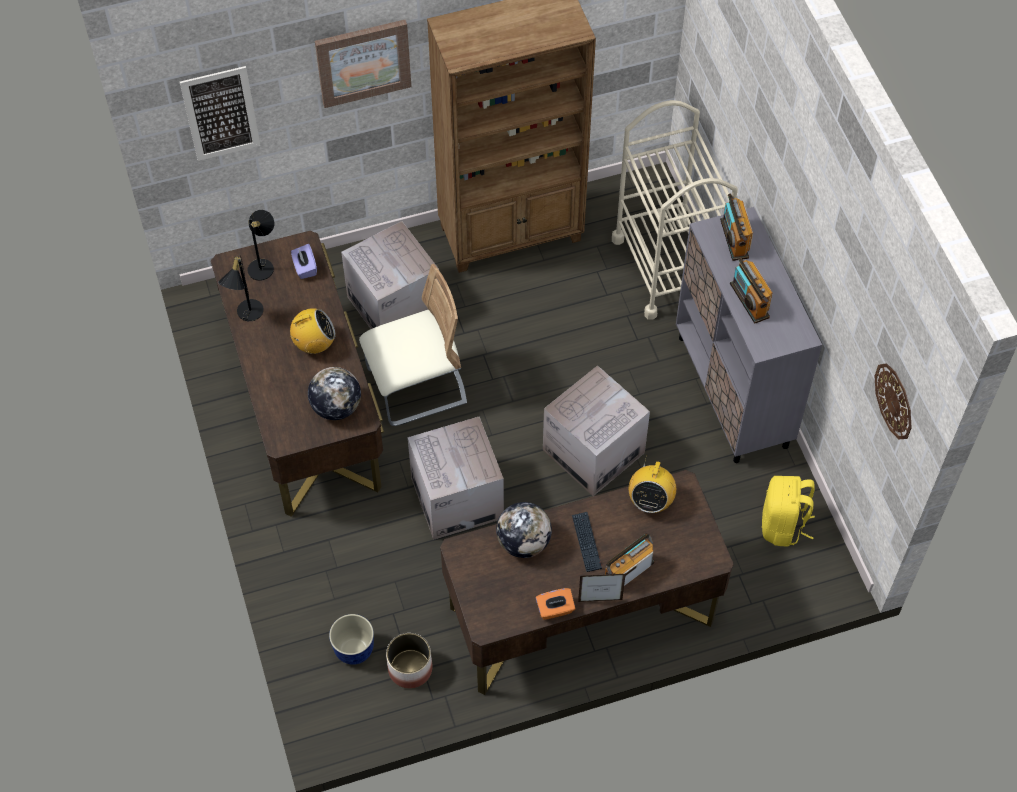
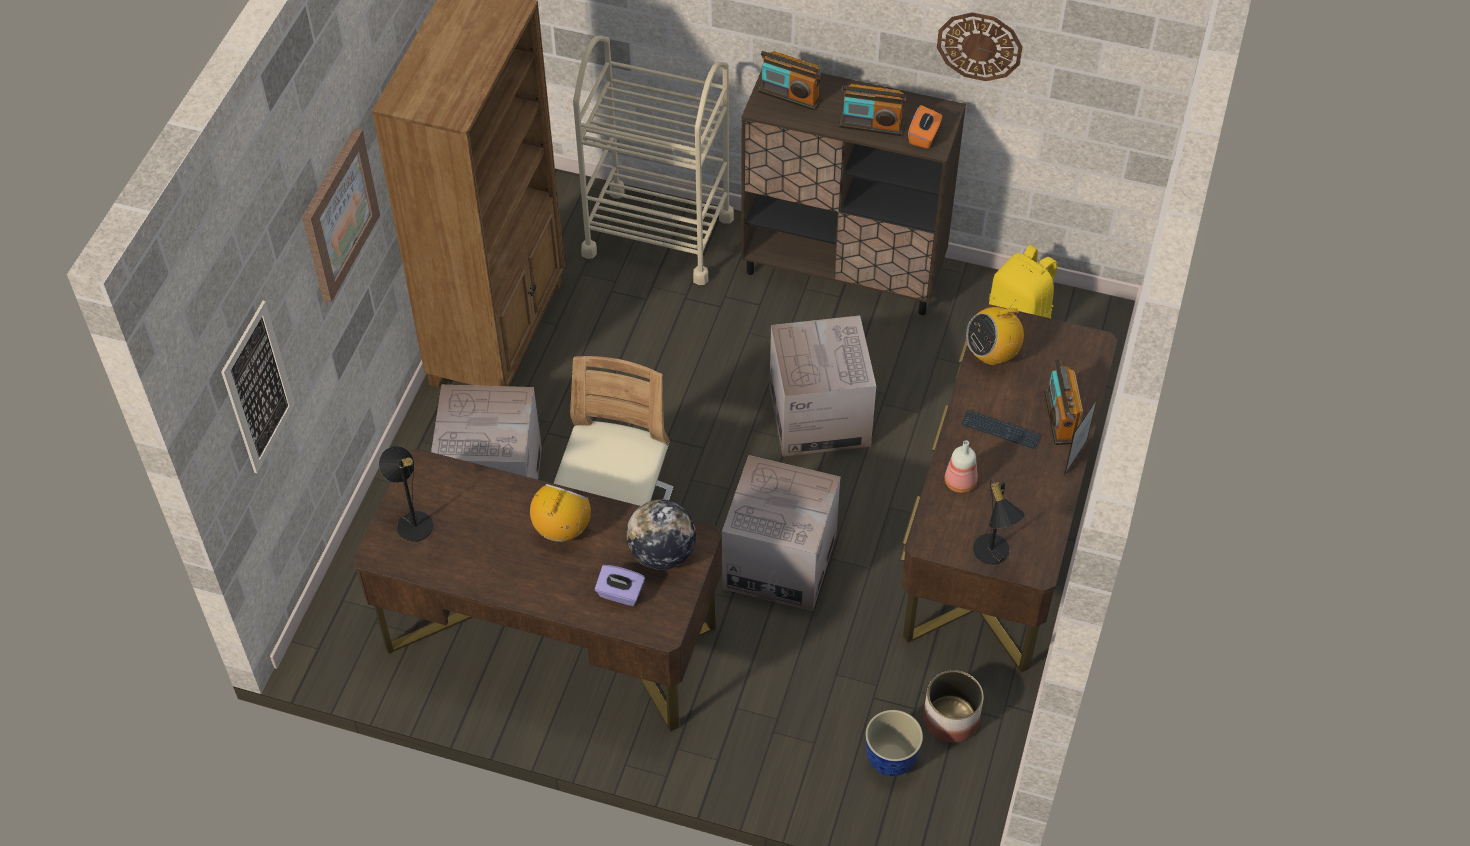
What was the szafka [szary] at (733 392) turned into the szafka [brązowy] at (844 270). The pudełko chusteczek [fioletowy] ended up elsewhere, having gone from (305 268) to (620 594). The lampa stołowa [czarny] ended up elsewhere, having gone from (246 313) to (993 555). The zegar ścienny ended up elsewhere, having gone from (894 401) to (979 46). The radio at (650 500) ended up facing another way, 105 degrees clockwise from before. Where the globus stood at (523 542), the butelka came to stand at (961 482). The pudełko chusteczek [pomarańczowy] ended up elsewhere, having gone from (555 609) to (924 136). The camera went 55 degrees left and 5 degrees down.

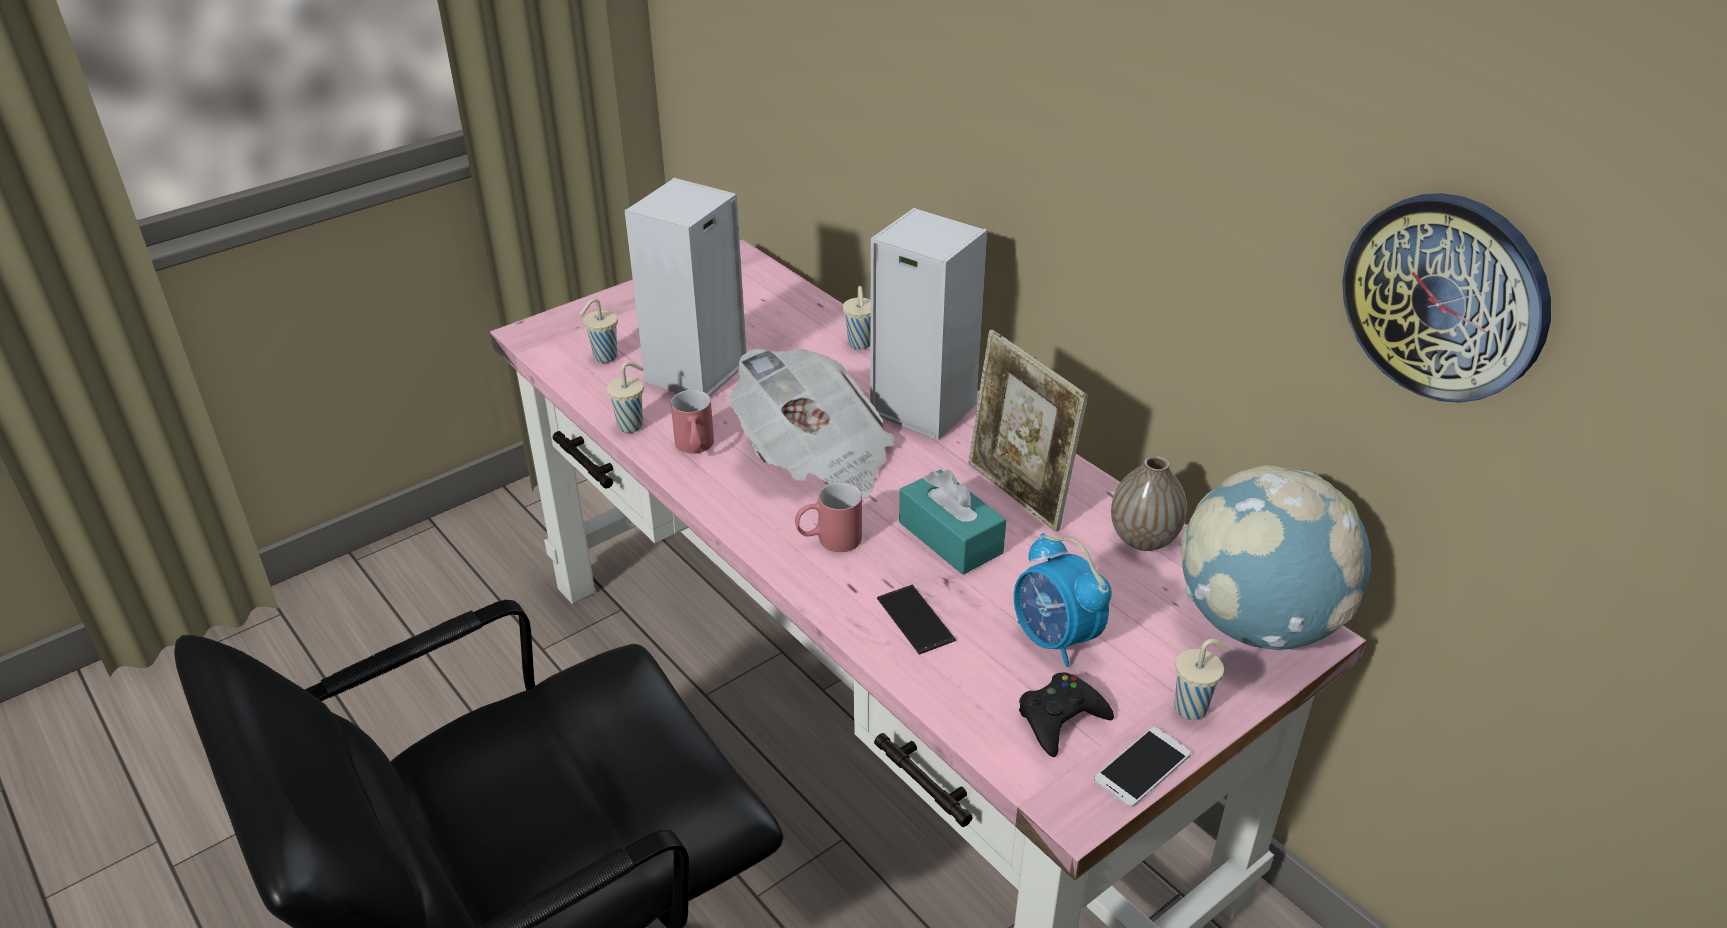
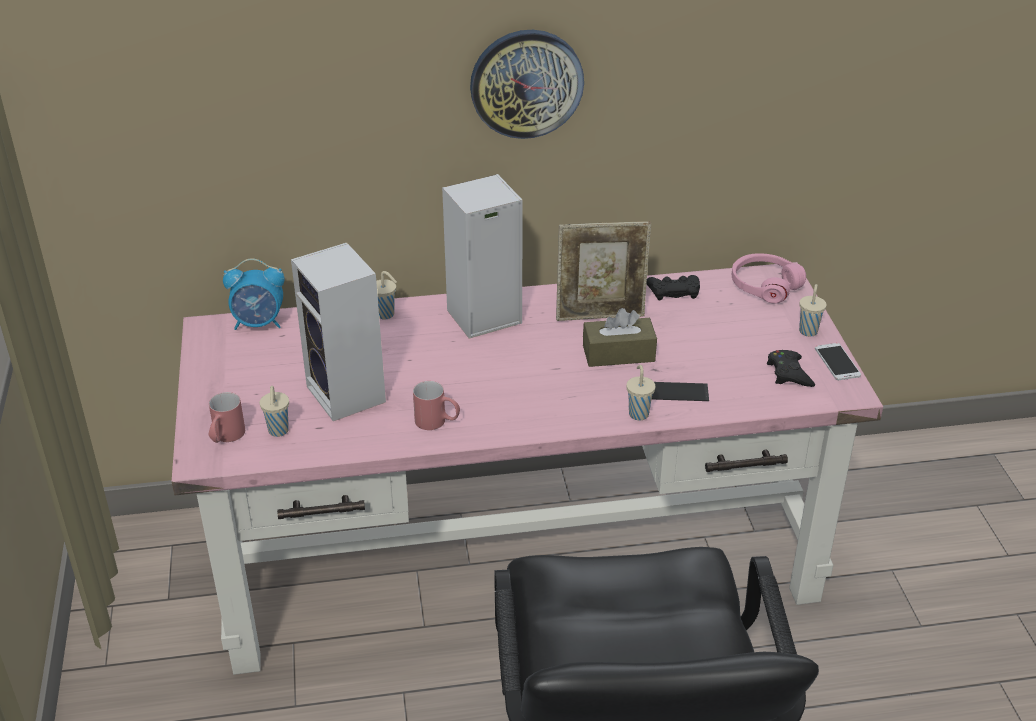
The zegar ścienny ended up elsewhere, having gone from (1445 297) to (526 83). The second view lost the gazeta at (815 458). The filiżanka [beżowy] ended up elsewhere, having gone from (631 425) to (638 413). Where the wazon stood at (1143 539), the pad do gier [czarny] came to stand at (673 291). Where the globus stood at (1258 624), the słuchawki [różowy] came to stand at (764 286). What was the pudełko chusteczek [turkusowy] at (950 537) turned into the pudełko chusteczek [brązowy] at (618 353). The kubek [czerwony] ended up elsewhere, having gone from (829 540) to (226 437). The budzik ended up elsewhere, having gone from (1055 639) to (259 323). The camera went 60 degrees left and 0 degrees up.

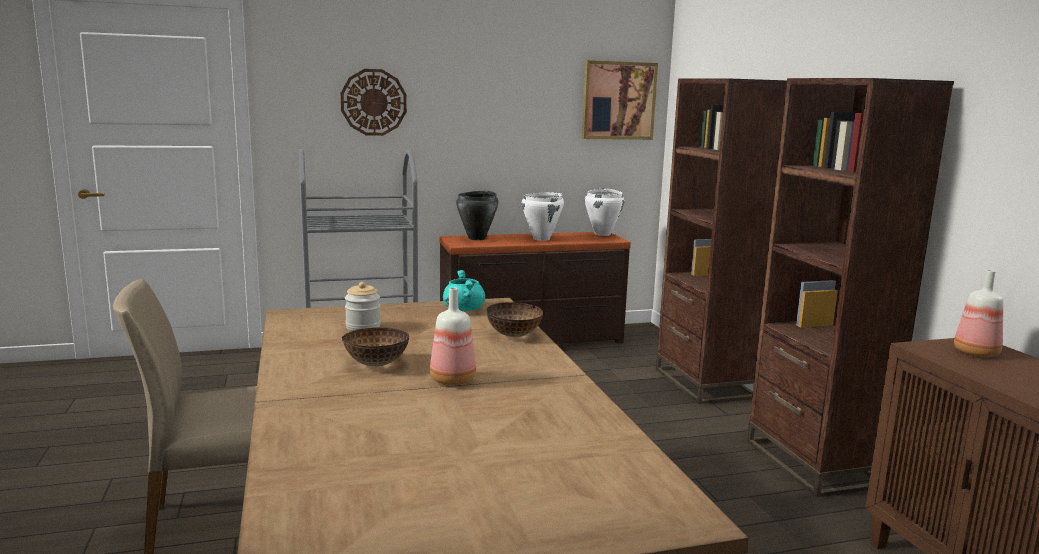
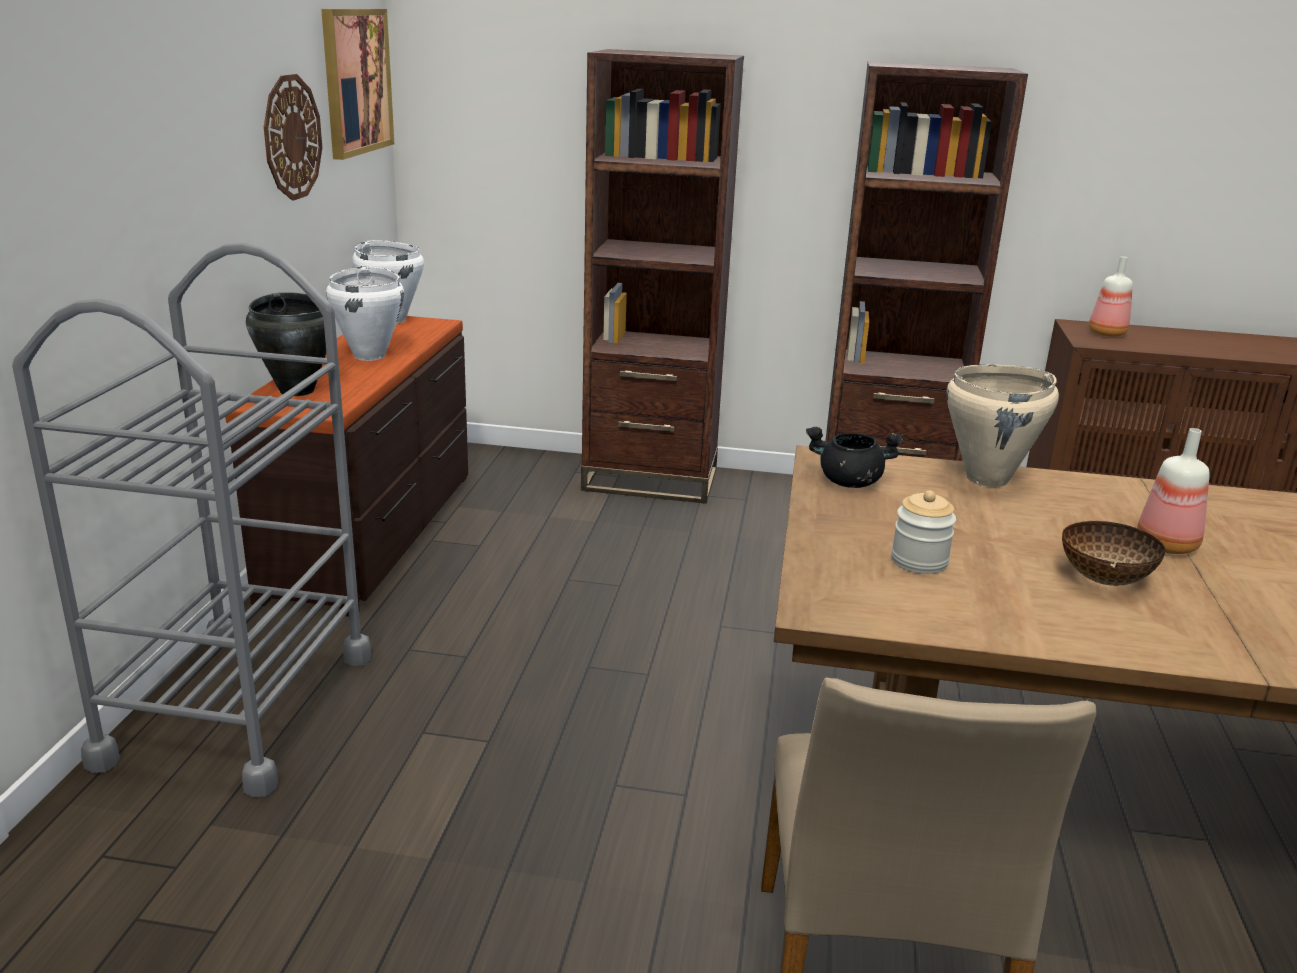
The zegar ścienny ended up elsewhere, having gone from (373 102) to (291 137). What was the garnek [turkusowy] at (463 309) turned into the garnek [czarny] at (848 482). Where the miska stood at (514 336), the garnek [beżowy] came to stand at (988 479). The camera went 65 degrees left and 10 degrees up.

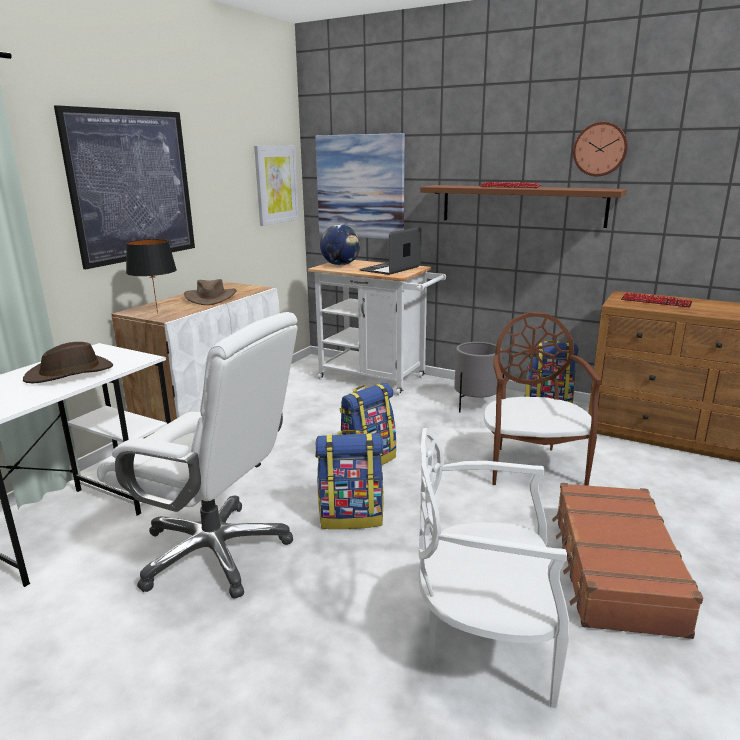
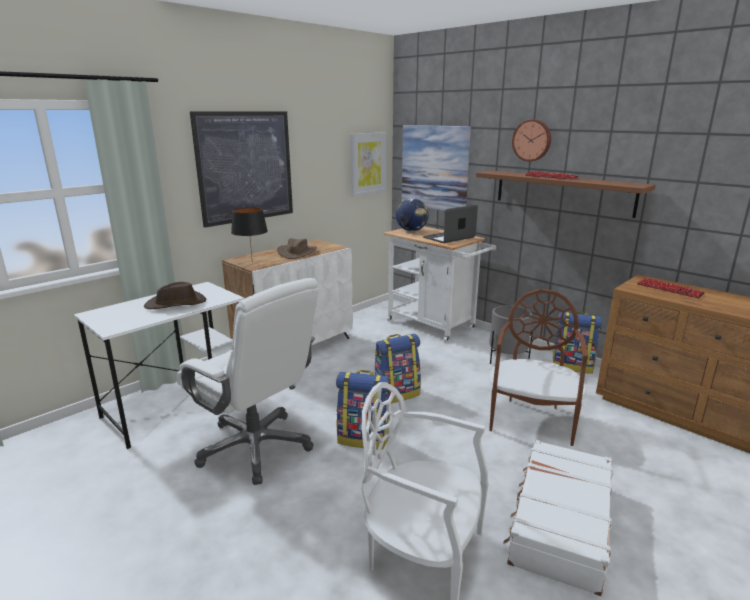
The zegar ścienny ended up elsewhere, having gone from (600 149) to (532 140). What was the walizka [brązowy] at (613 570) turned into the walizka [biały] at (559 522). The camera went 15 degrees right and 0 degrees up.

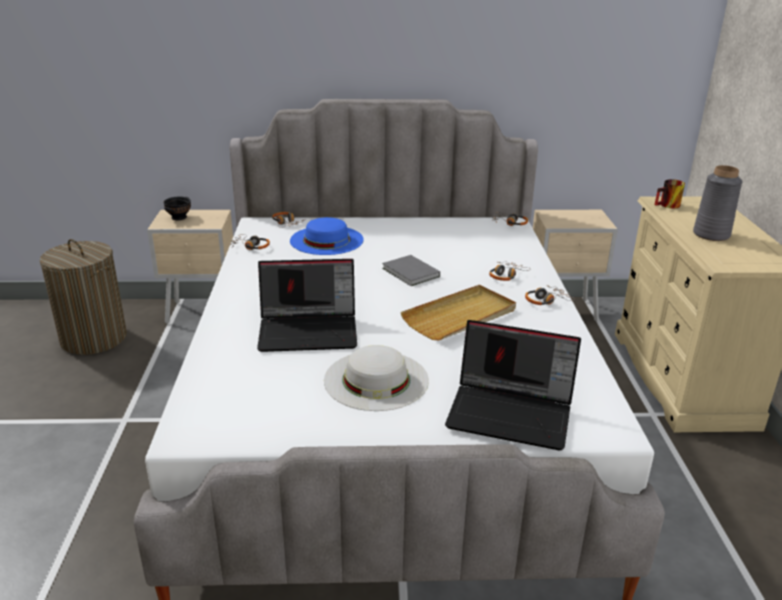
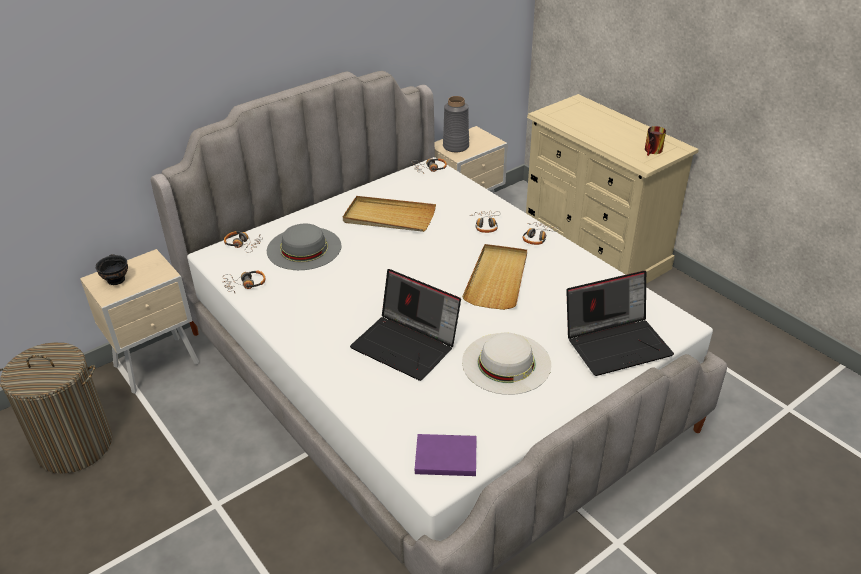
The wazon [szary] ended up elsewhere, having gone from (711 234) to (455 146). The kubek ended up elsewhere, having gone from (668 206) to (654 151). What was the kapelusz [niebieski] at (326 240) turned into the kapelusz [szary] at (304 248). The second view lost the książka [szary] at (411 273). The laptop at (309 330) ended up facing another way, 75 degrees clockwise from before. The second view gained the taca [beżowy] at (389 217). The second view gained the książka [fioletowy] at (444 456). The camera went 35 degrees left and 10 degrees up.

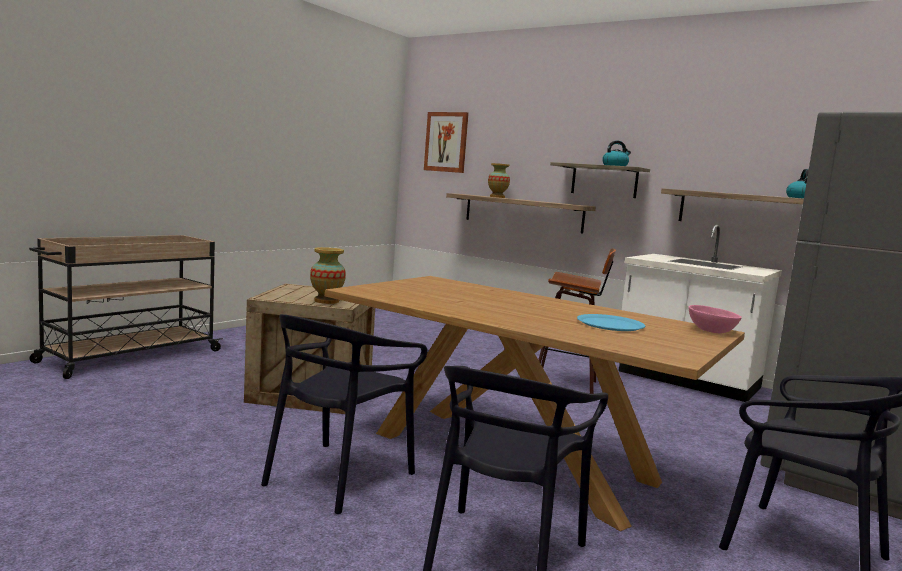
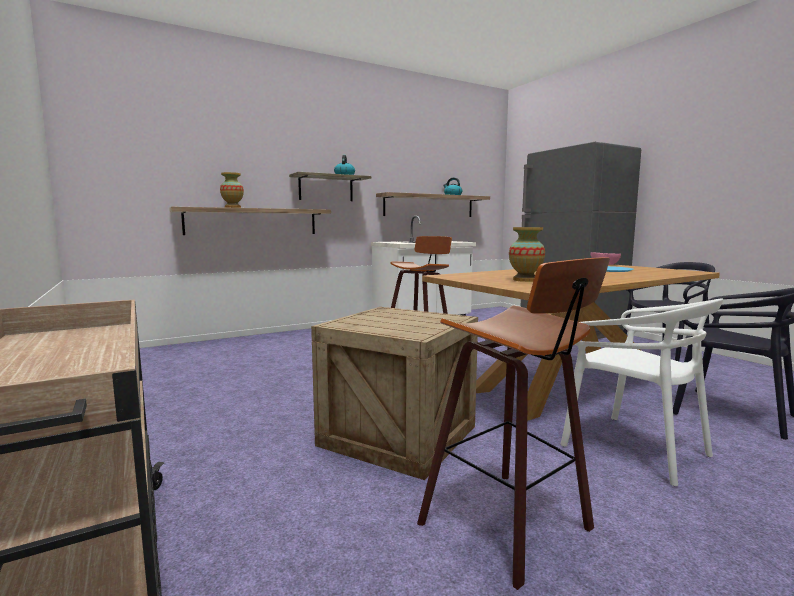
The second view lost the obraz at (446 142). The wazon ended up elsewhere, having gone from (326 301) to (525 280). What was the krzesło [czarny] at (337 476) turned into the krzesło [biały] at (634 448). The second view gained the stołek at (512 526). The camera went 65 degrees left and 0 degrees up.

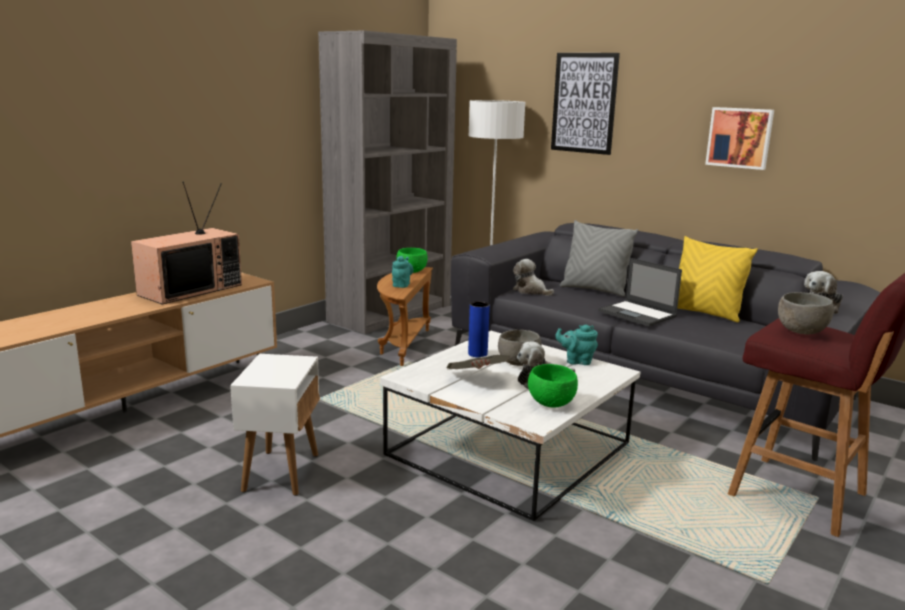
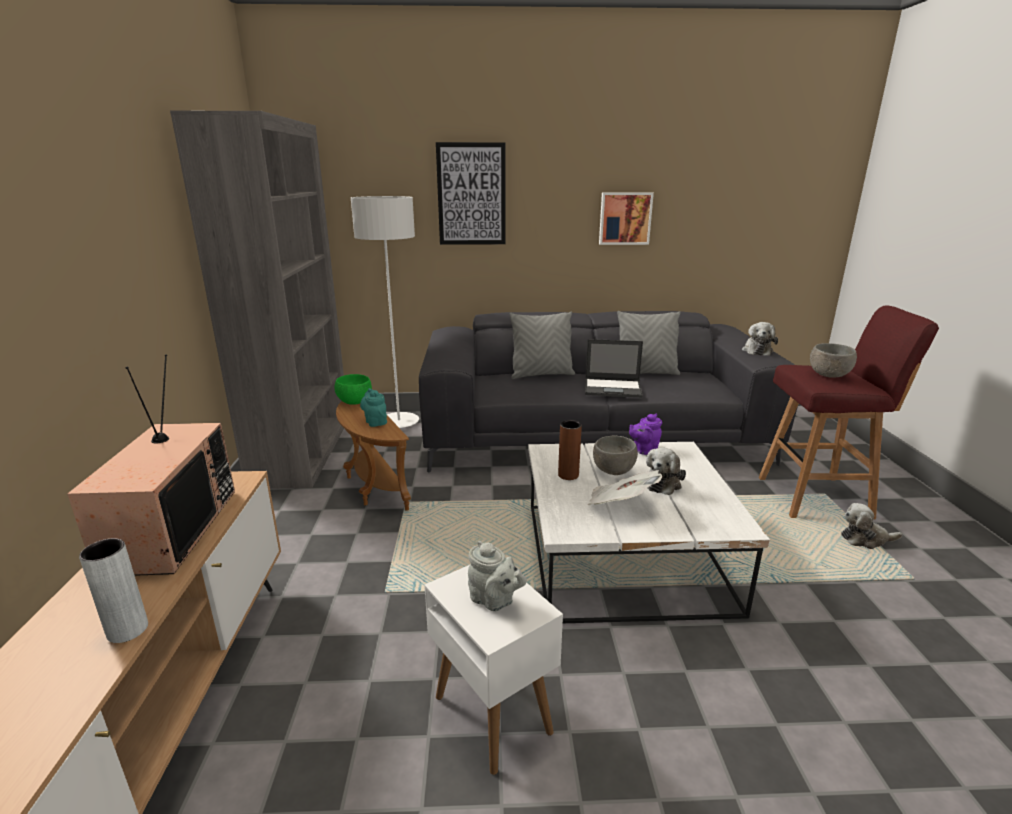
What was the poduszka [żółty] at (704 313) turned into the poduszka [szary] at (645 373). The pluszak ended up elsewhere, having gone from (531 291) to (865 539). What was the wazon [niebieski] at (477 354) turned into the wazon [brązowy] at (568 475). What was the imbryk [turkusowy] at (577 361) turned into the imbryk [fioletowy] at (643 450). The second view lost the miska [zielony] at (550 404). The second view gained the wazon [szary] at (127 630). The second view gained the imbryk [szary] at (494 600). The camera went 40 degrees left and 5 degrees up.

